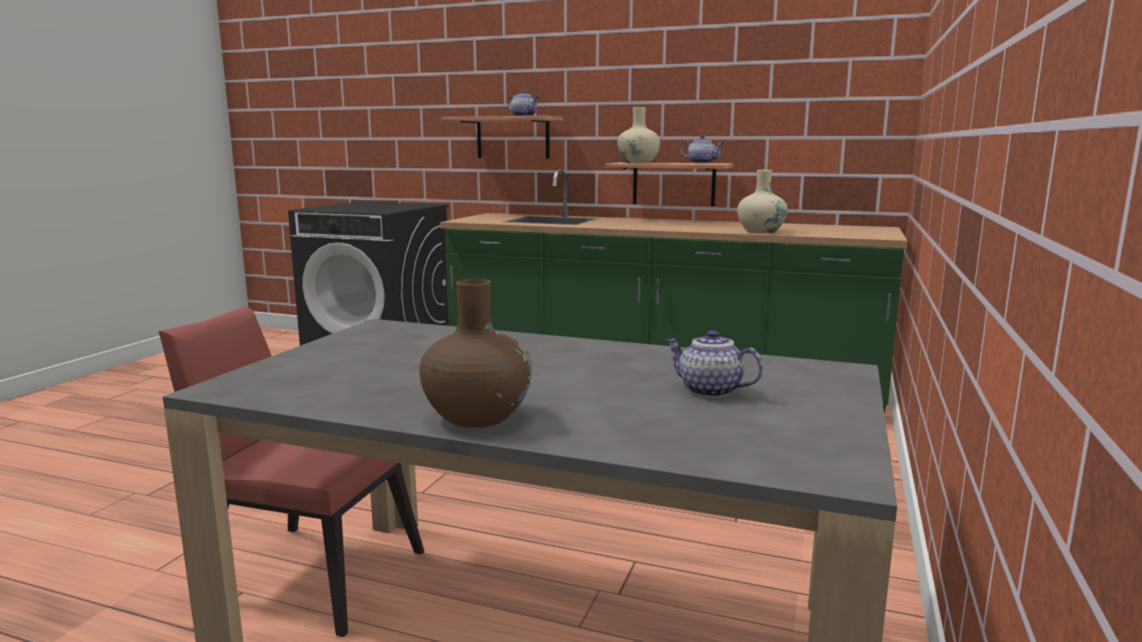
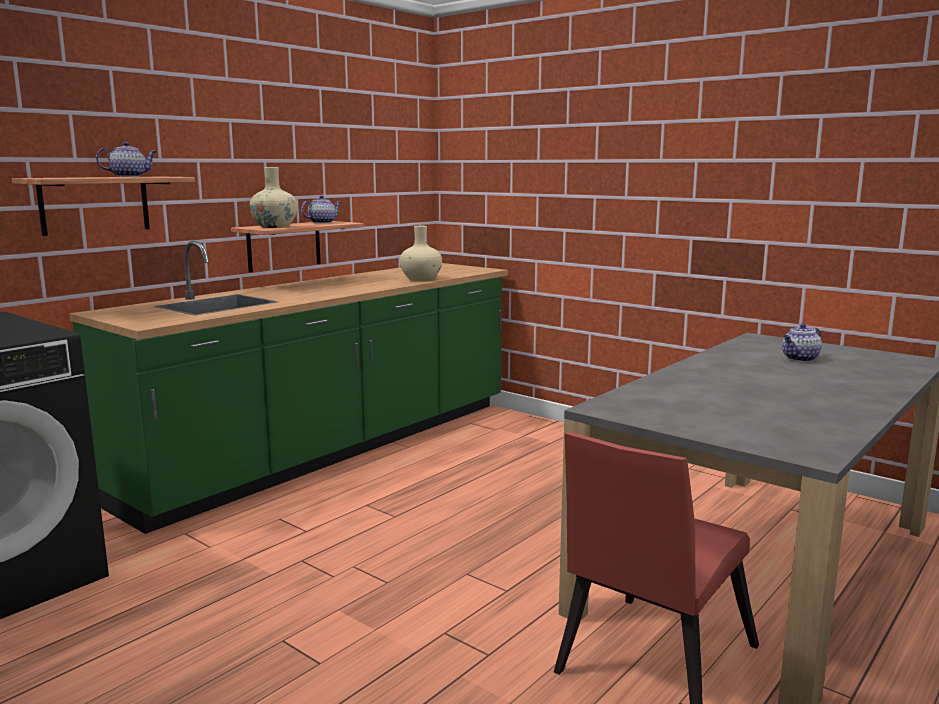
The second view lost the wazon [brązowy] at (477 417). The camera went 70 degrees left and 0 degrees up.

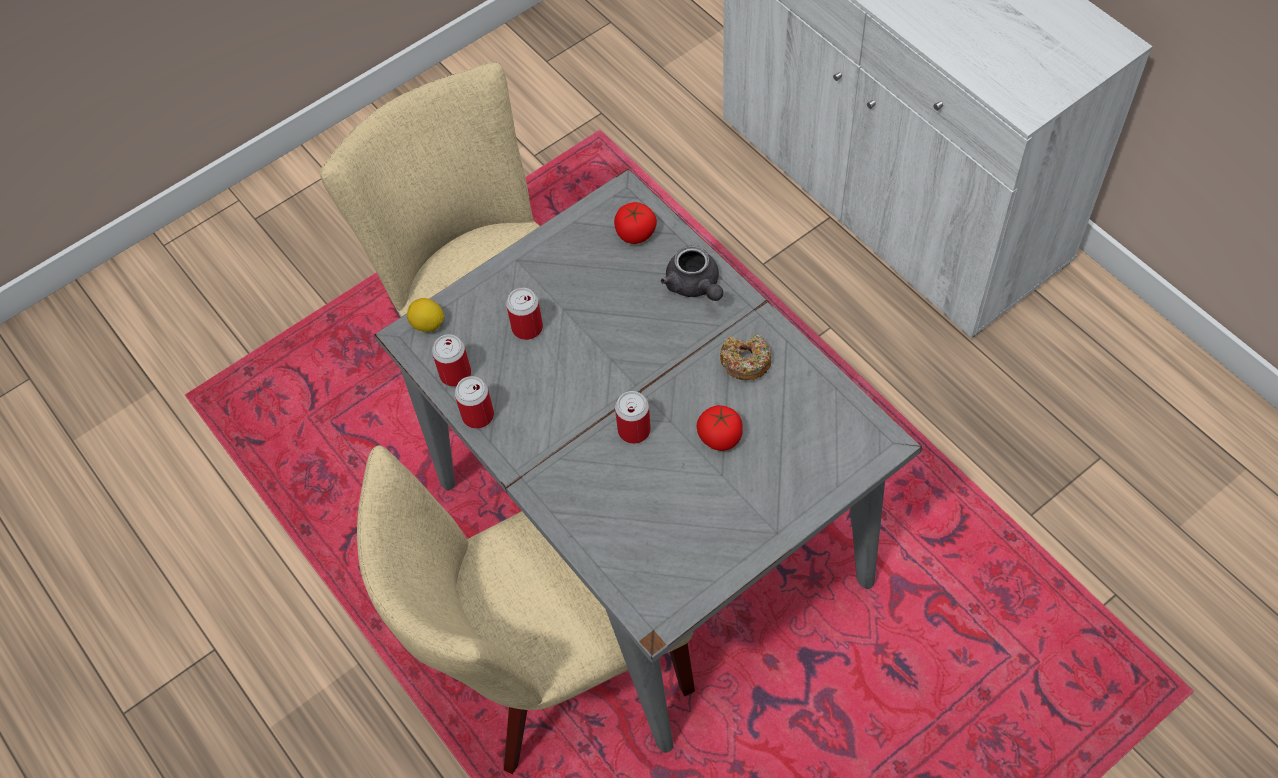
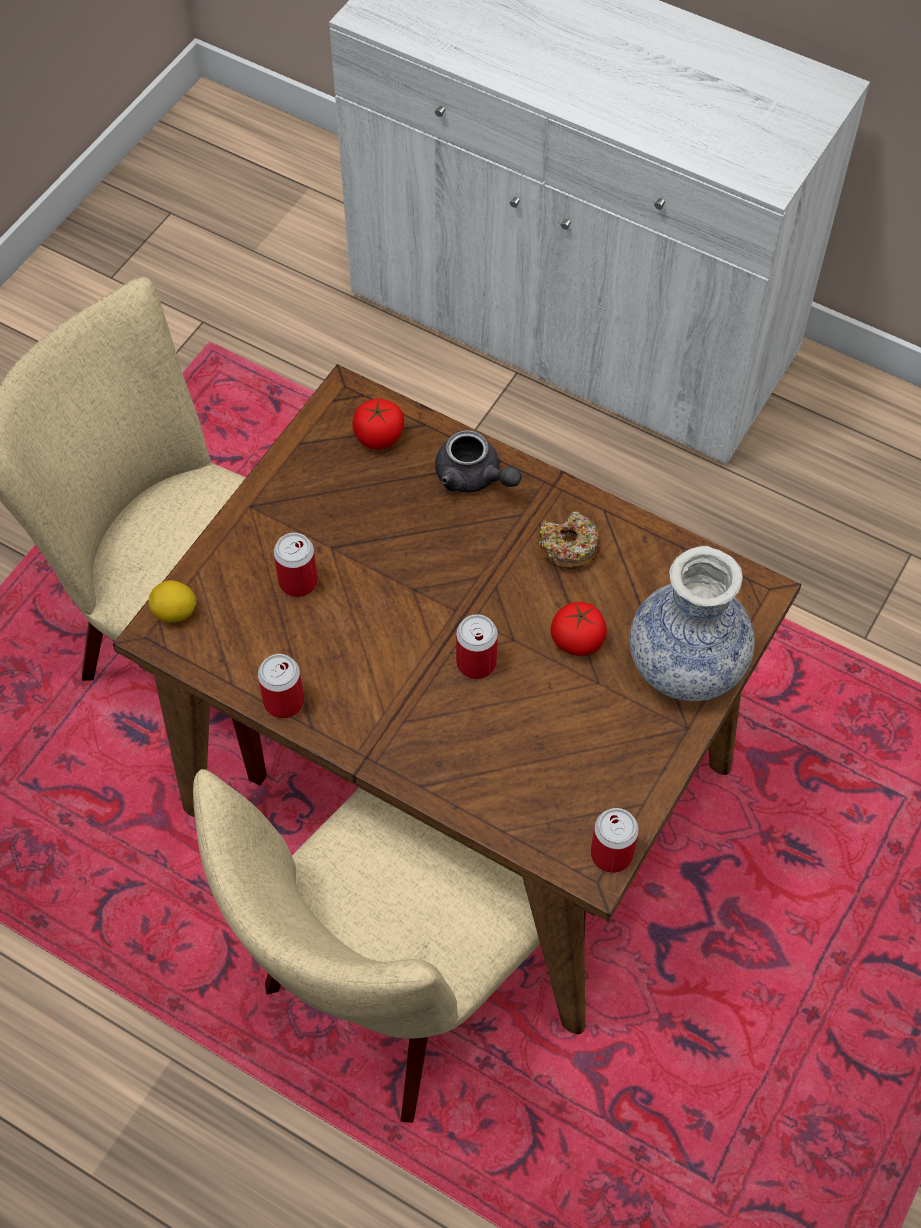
What was the stół jadalny [szary] at (653 533) turned into the stół jadalny [brązowy] at (463 790). The puszka ended up elsewhere, having gone from (455 374) to (611 854). The second view gained the wazon at (686 664). The camera went 25 degrees left and 0 degrees up.

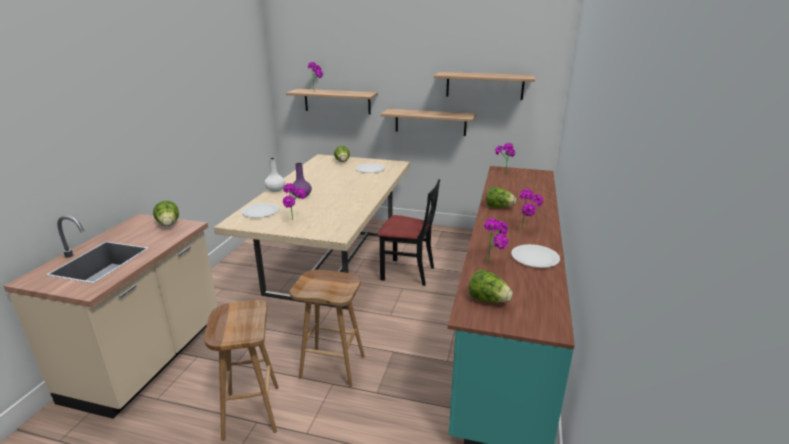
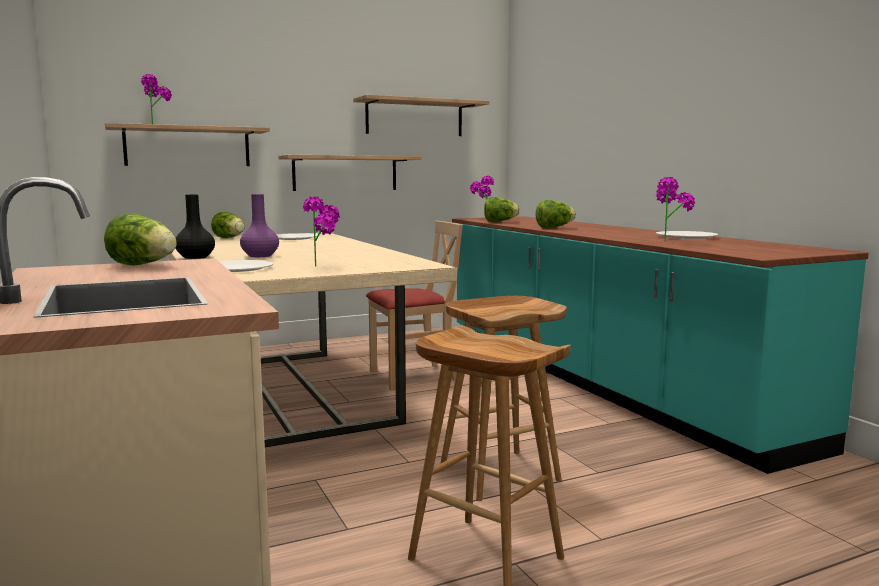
What was the wazon [biały] at (275 190) turned into the wazon [czarny] at (195 257). What was the krzesło [czarny] at (407 272) turned into the krzesło [beżowy] at (413 376). The second view lost the roślina doniczkowa at (527 230). The sałata ended up elsewhere, having gone from (488 300) to (500 221). The camera went 40 degrees left and 15 degrees down.

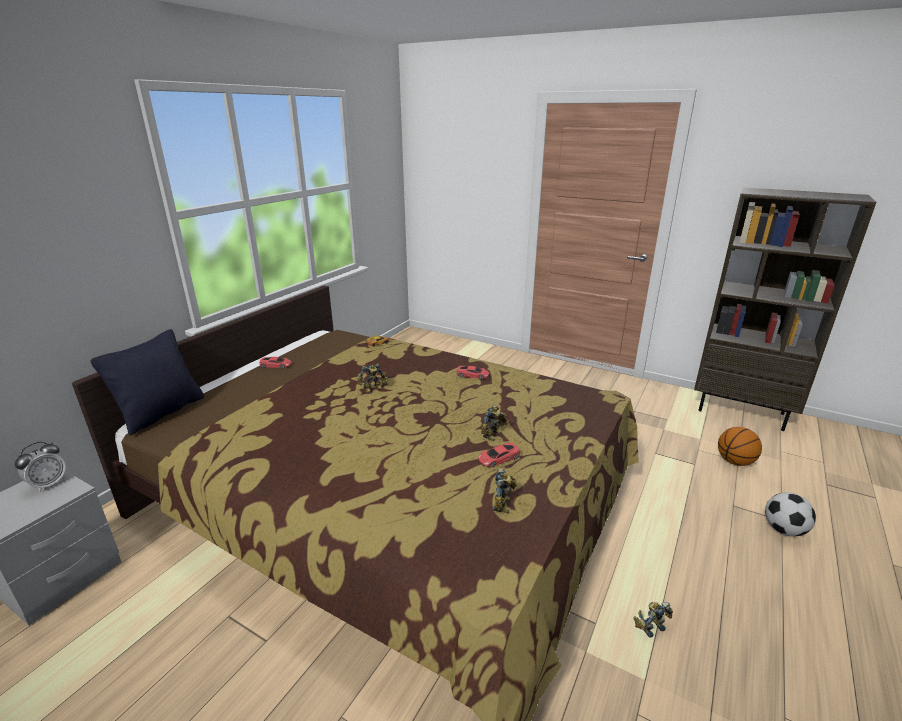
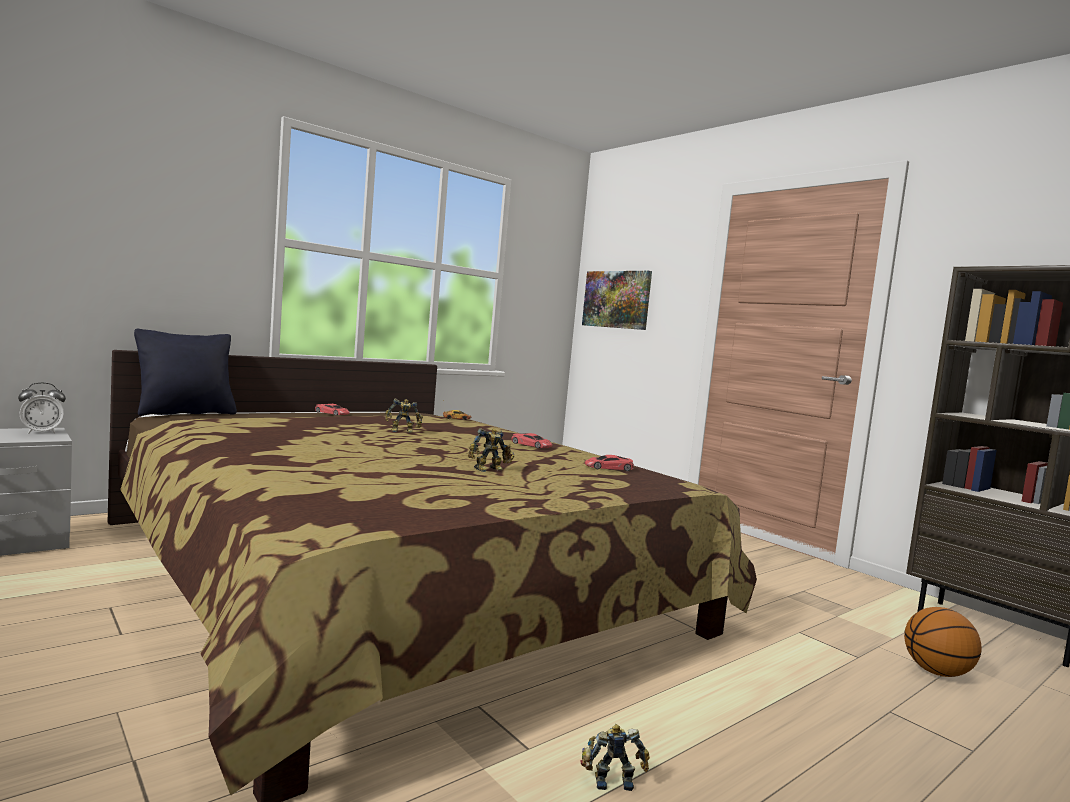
The samochodzik [czerwony] ended up elsewhere, having gone from (498 458) to (608 468). The second view lost the robot zabawkowy at (504 504). The second view lost the piłka futbolowa at (784 530). The second view gained the obraz at (616 299). The camera went 20 degrees right and 20 degrees down.

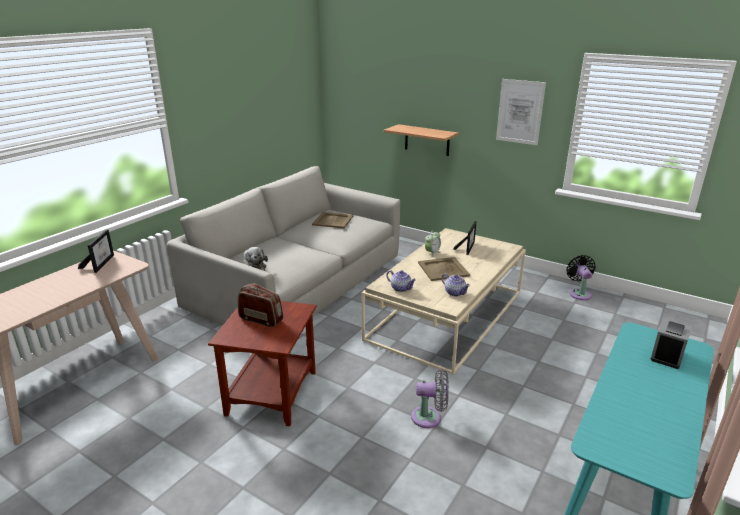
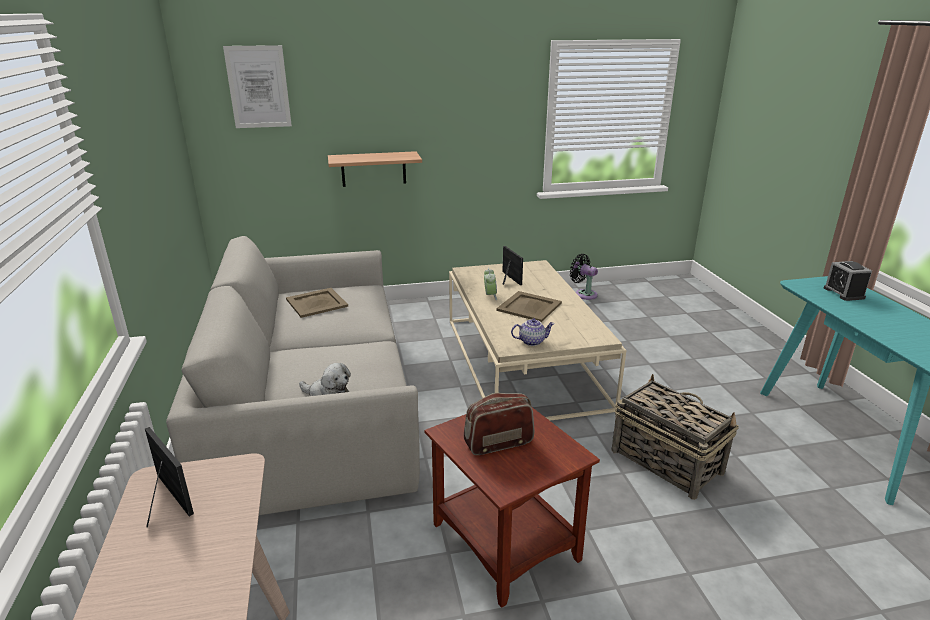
The obraz ended up elsewhere, having gone from (520 112) to (258 87). The second view lost the imbryk at (455 293). Where the wentylator [szary] stood at (429 417), the koszyk came to stand at (665 461). The camera went 45 degrees left and 0 degrees up.

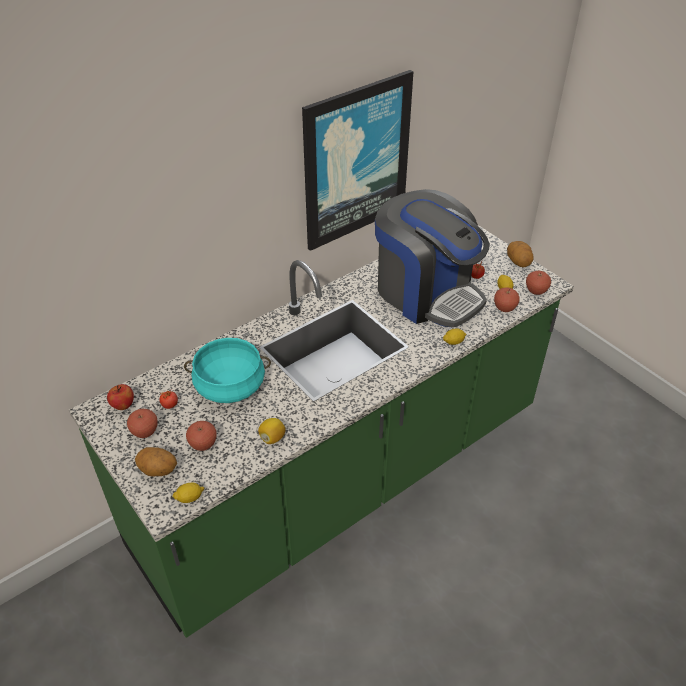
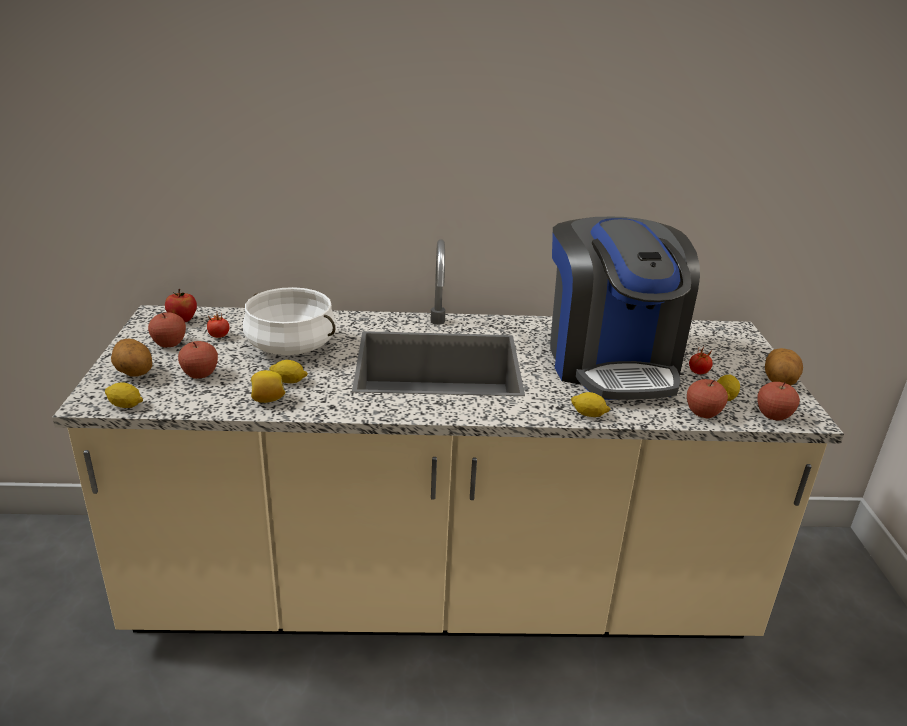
The second view lost the obraz at (355 161). What was the zabudowa kuchenna [zielony] at (343 478) turned into the zabudowa kuchenna [beżowy] at (442 591). What was the garnek [turkusowy] at (230 385) turned into the garnek [biały] at (292 346). The second view gained the cytryna at (289 381). The camera went 35 degrees right and 15 degrees down.

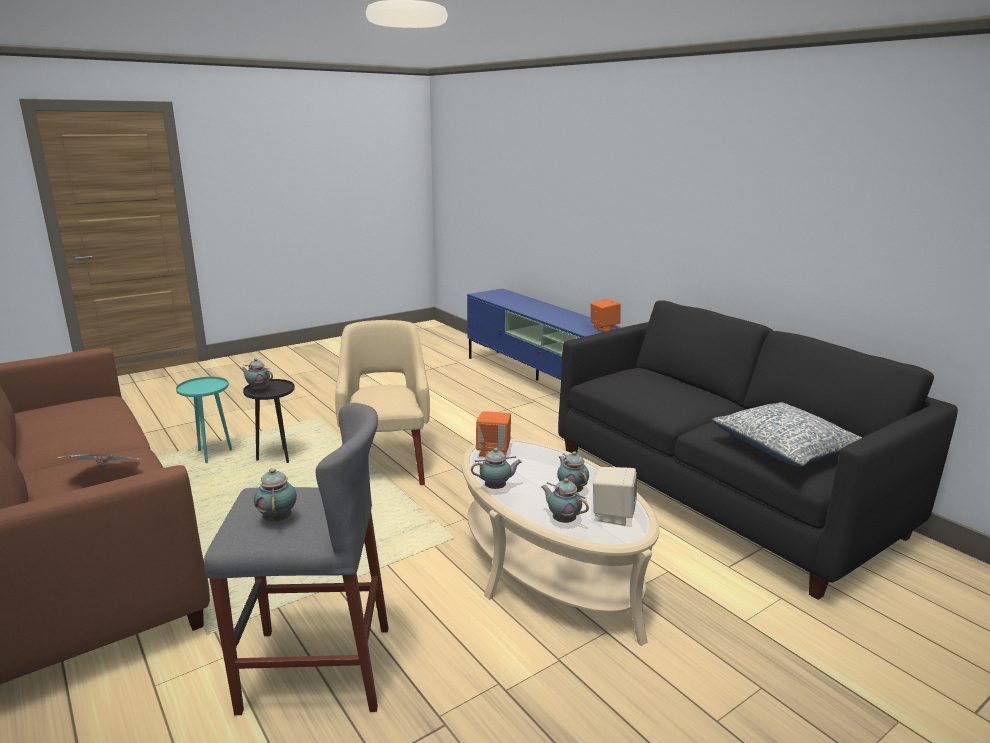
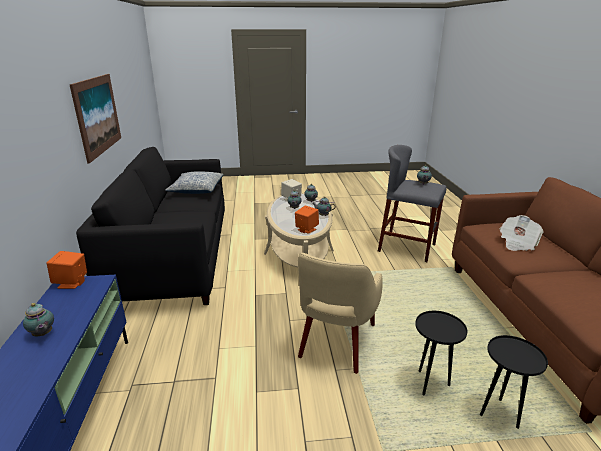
The imbryk ended up elsewhere, having gone from (258 389) to (43 334). What was the stolik [turkusowy] at (212 455) turned into the stolik [czarny] at (499 414). The second view gained the obraz at (98 115). The camera went 150 degrees left and 5 degrees up.

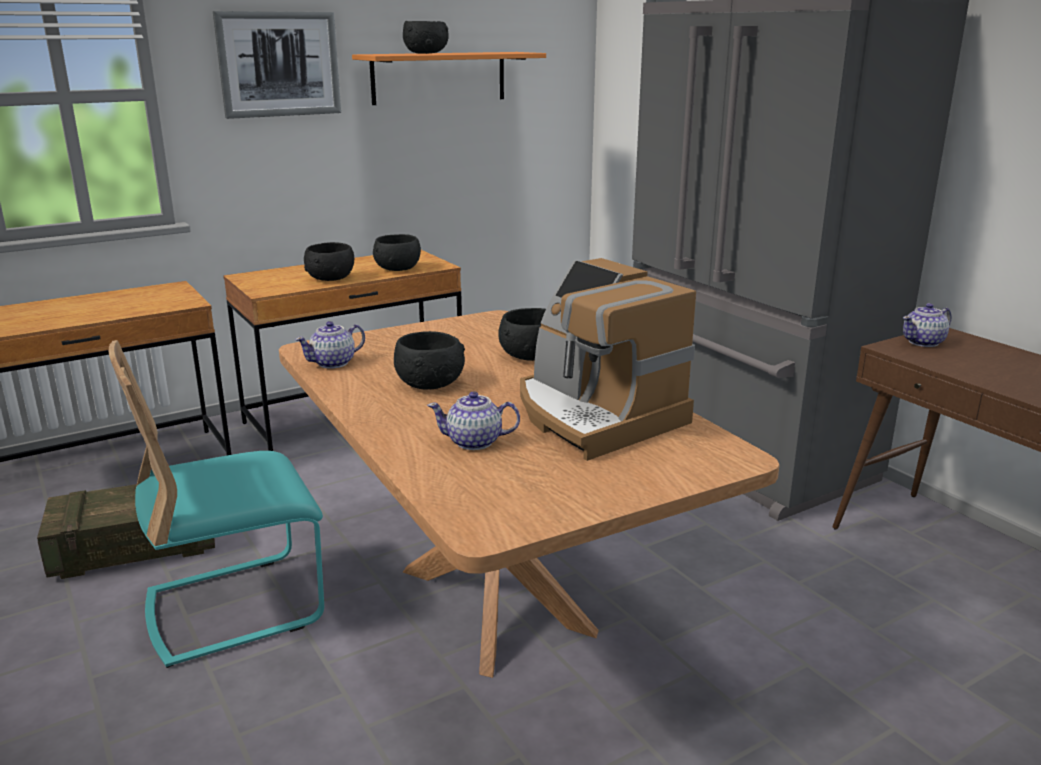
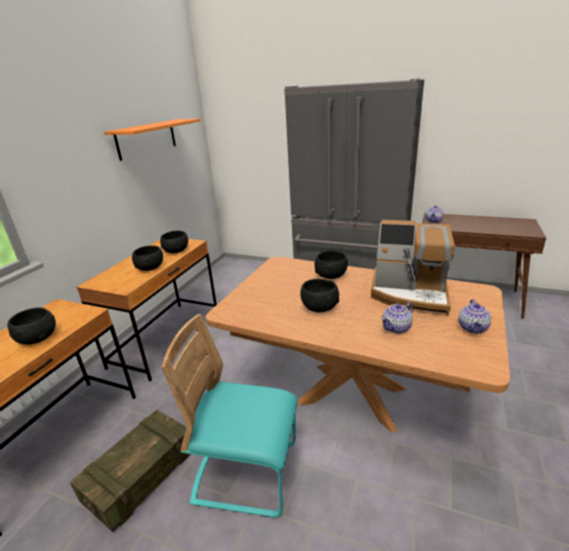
The second view lost the obraz at (279 64). The miska [czarny] ended up elsewhere, having gone from (426 53) to (38 337). The imbryk ended up elsewhere, having gone from (333 363) to (473 328). The krzesło [turkusowy] at (235 607) ended up facing another way, 75 degrees clockwise from before. The camera went 35 degrees left and 5 degrees up.

